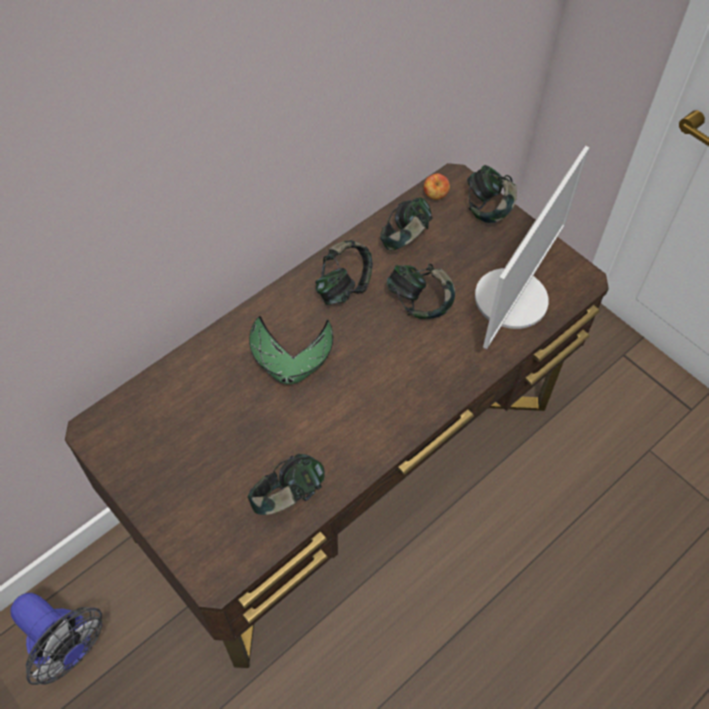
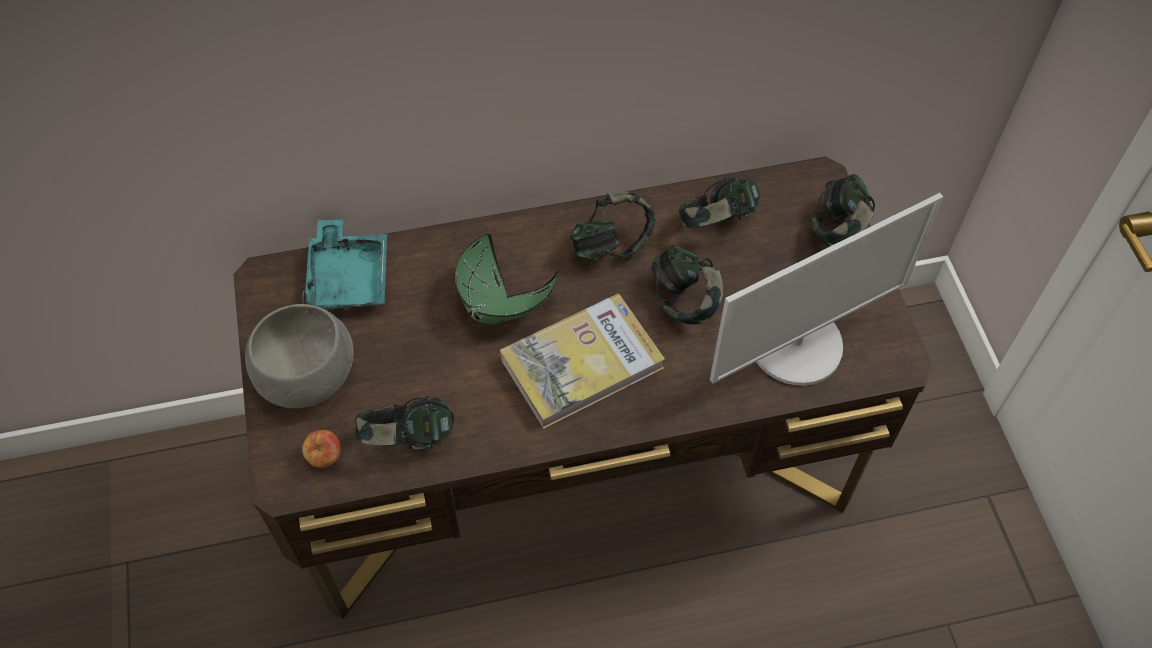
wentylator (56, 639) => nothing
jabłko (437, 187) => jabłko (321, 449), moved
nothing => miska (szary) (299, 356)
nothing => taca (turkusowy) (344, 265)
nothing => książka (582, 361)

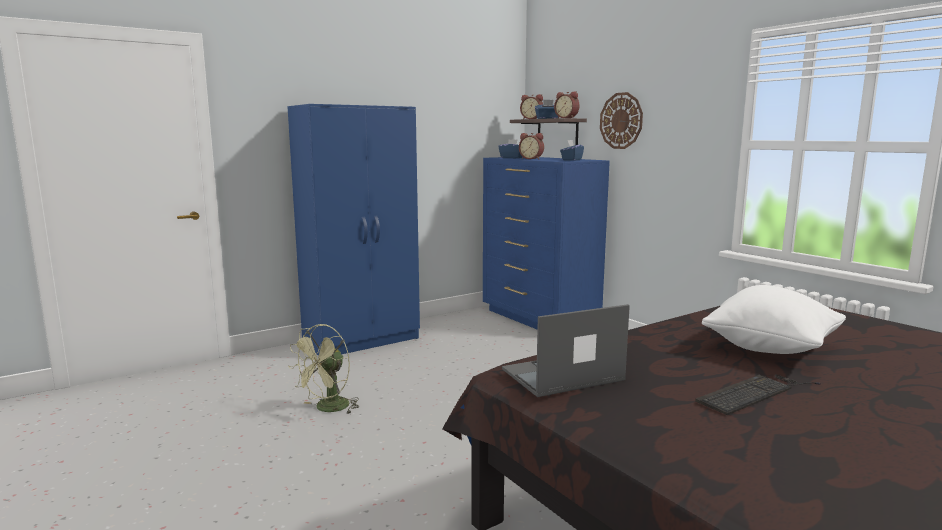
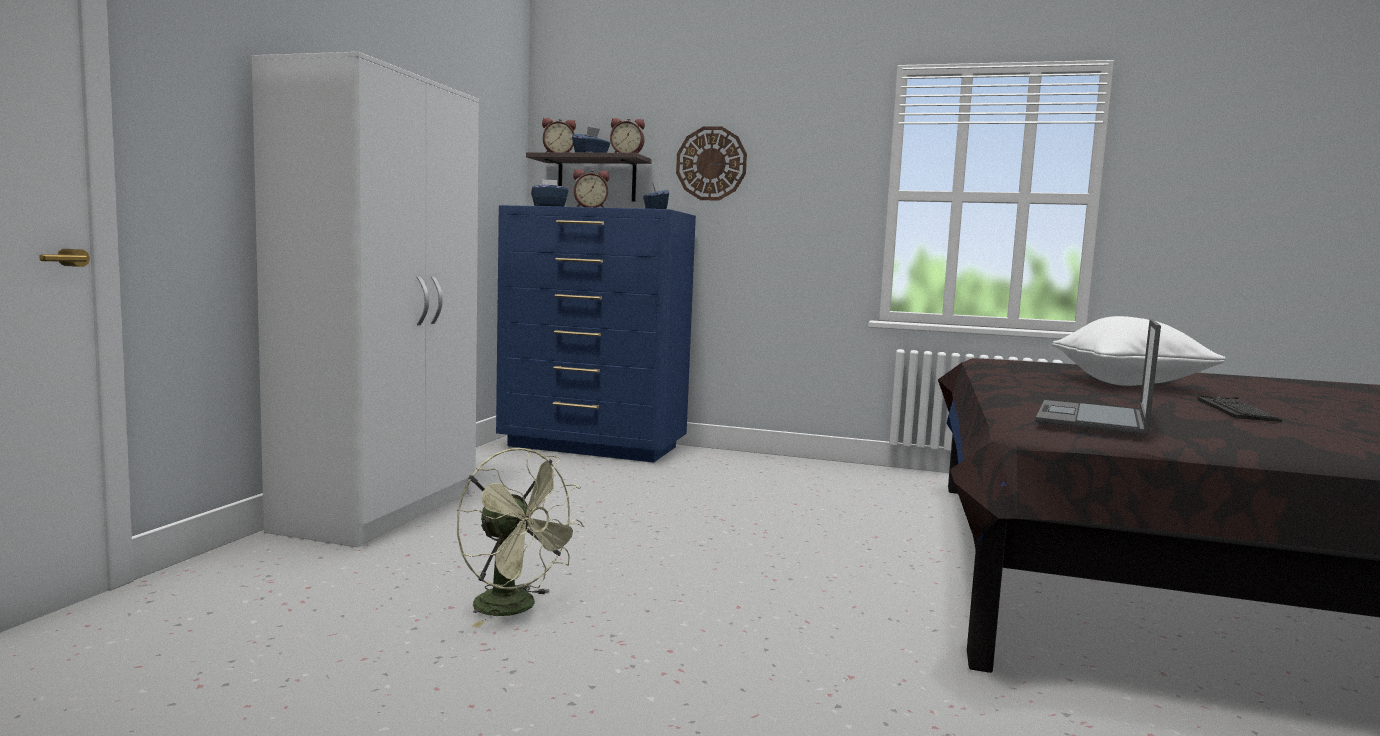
szafa (niebieski) (353, 230) => szafa (biały) (365, 299)
wentylator (zielony) (323, 369) => wentylator (zielony) (520, 538), 45 degrees counterclockwise

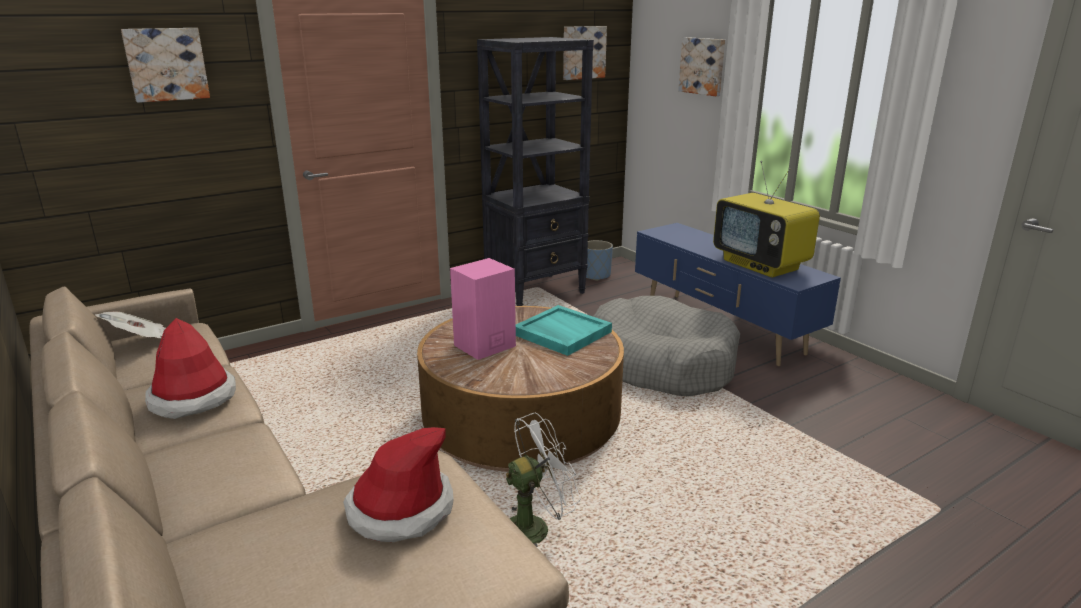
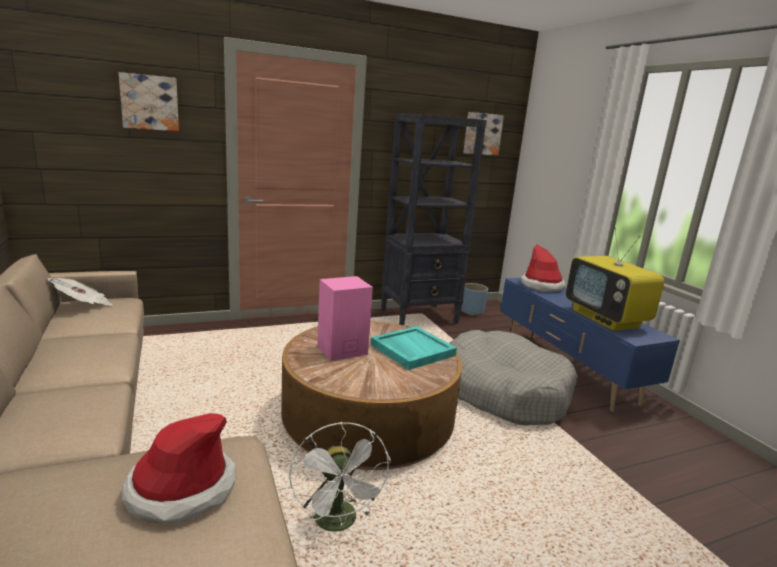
kapelusz (190, 368) => kapelusz (543, 268), moved
wentylator (biały) (543, 480) => wentylator (biały) (340, 477), 90 degrees clockwise
obraz (701, 66) => nothing

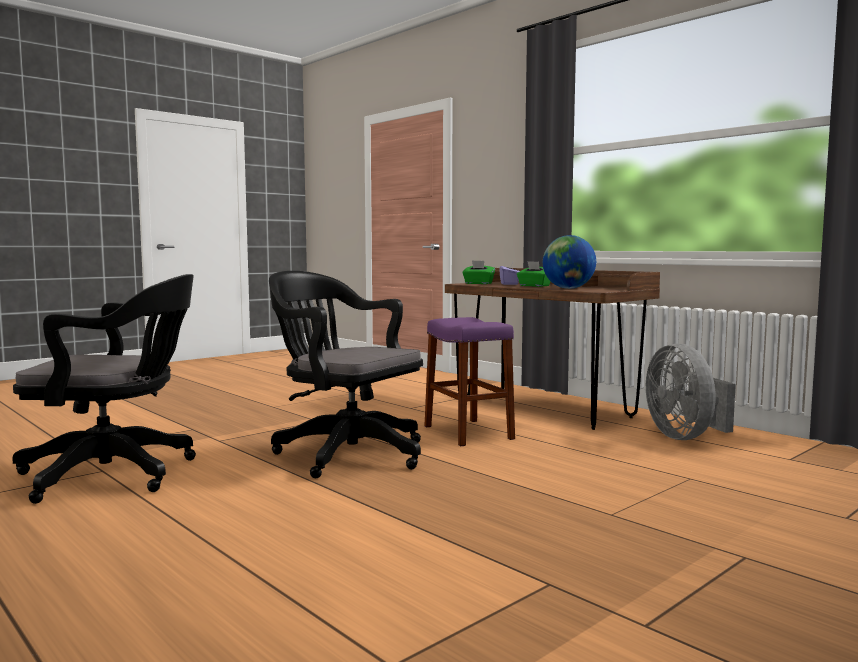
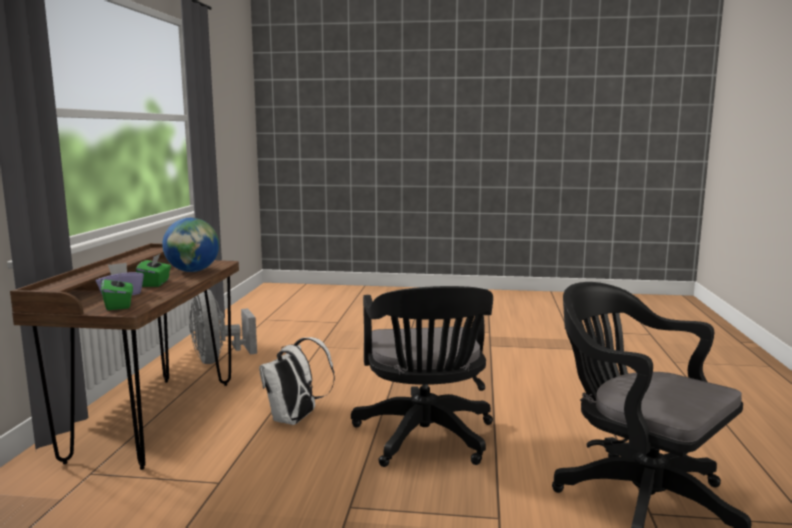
stołek (fioletowy) (469, 381) => plecak (biały) (297, 381)
wentylator (szary) (691, 392) => wentylator (szary) (223, 326), 120 degrees clockwise

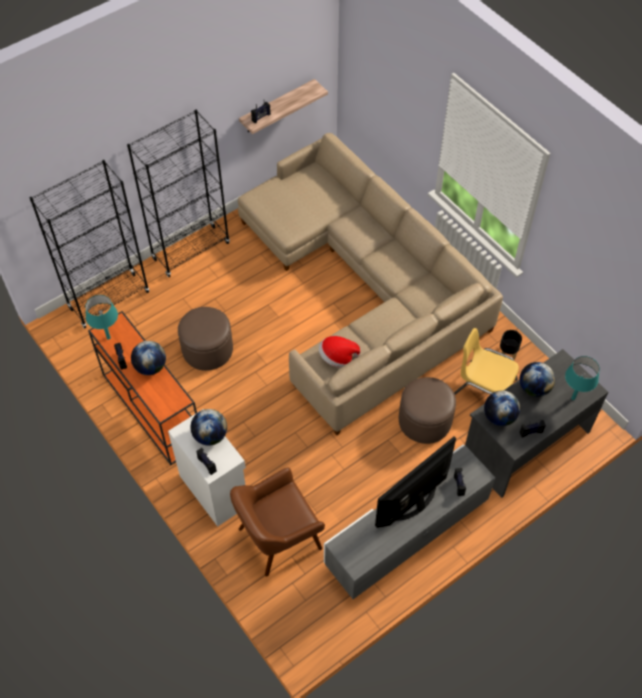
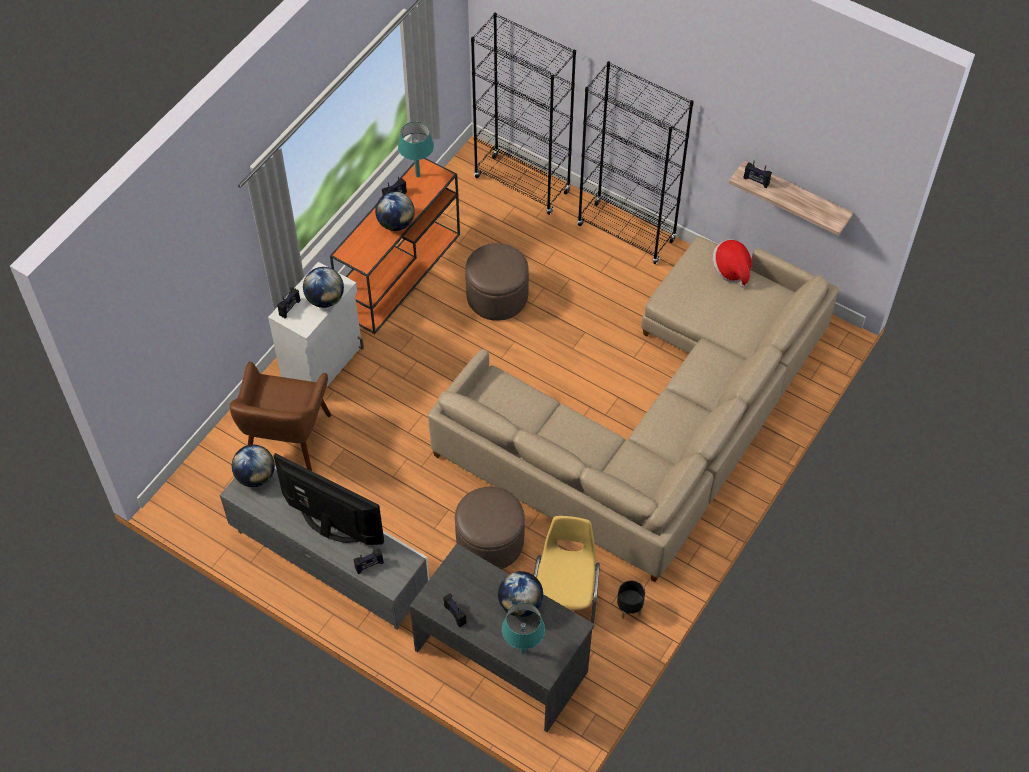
fotel (brązowy) (277, 522) => fotel (brązowy) (280, 416), 120 degrees counterclockwise
kapelusz (339, 351) => kapelusz (732, 263), moved
globus (502, 408) => globus (253, 466), moved

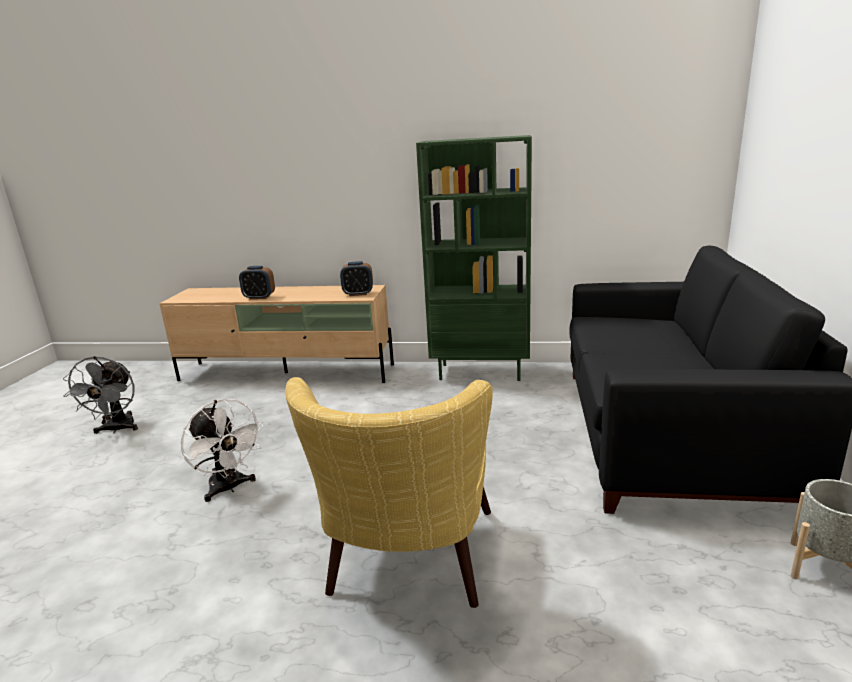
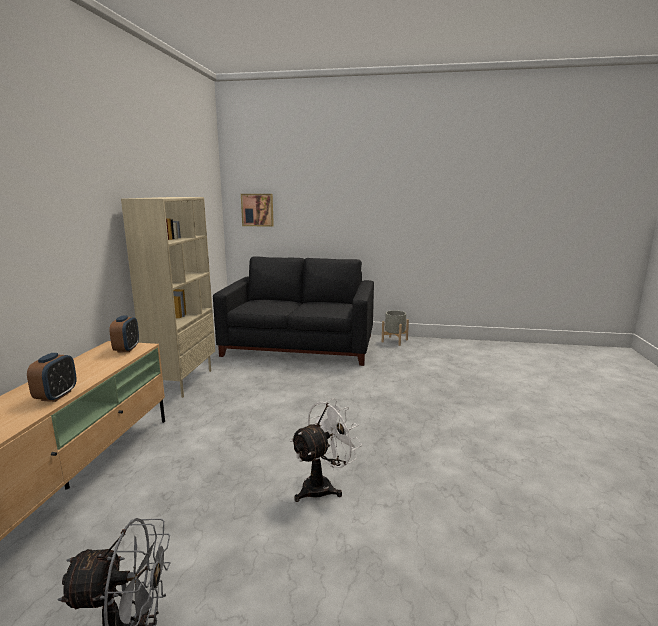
fotel (żółty) (389, 492) => nothing
regał (zielony) (474, 258) => regał (beżowy) (168, 297)
nothing => obraz (257, 210)

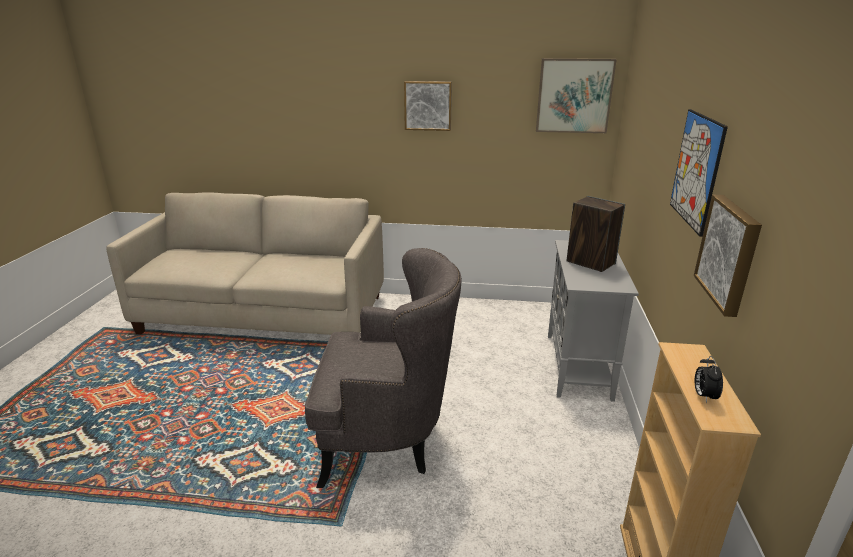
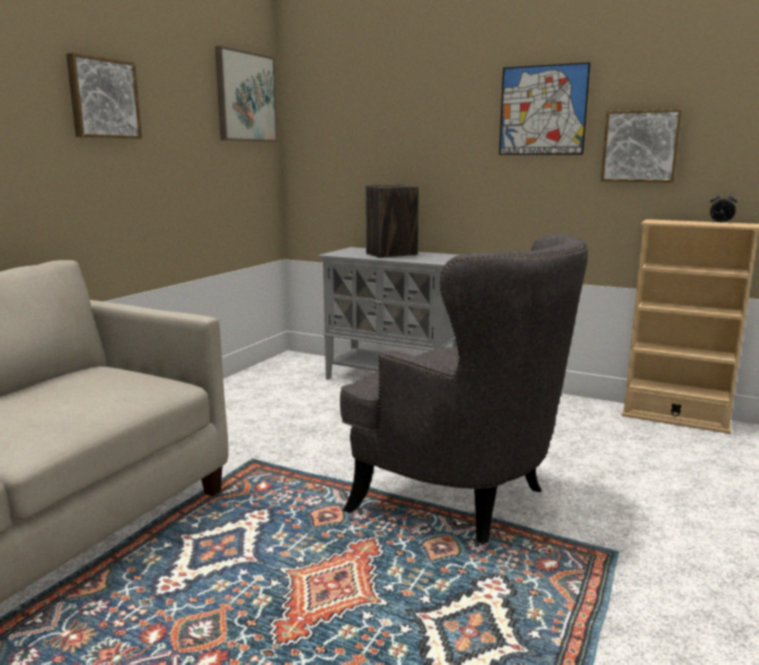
fotel (szary) (383, 368) => fotel (szary) (464, 389), 105 degrees clockwise

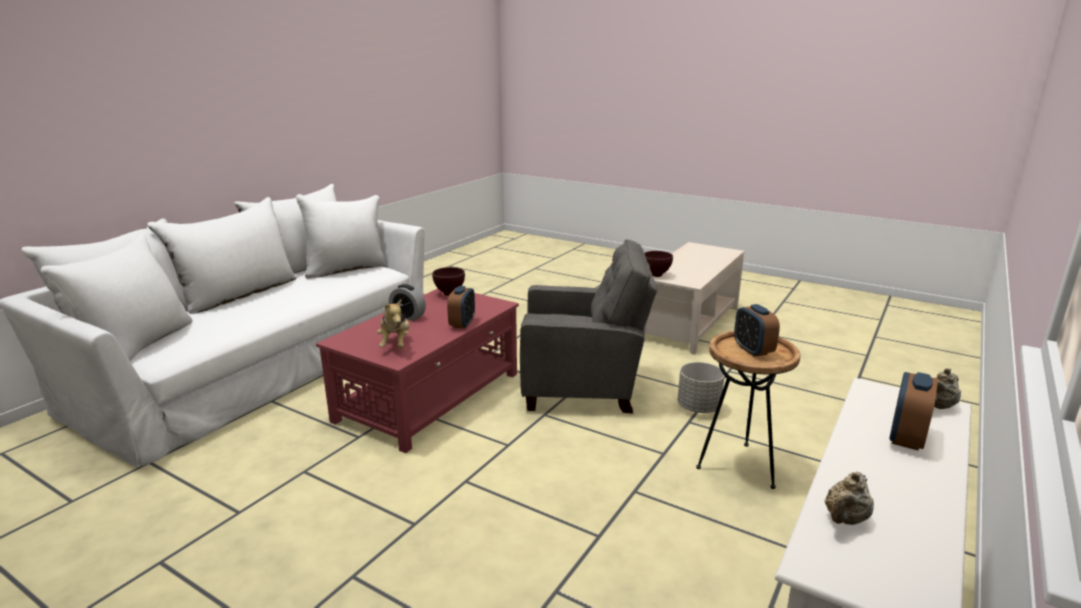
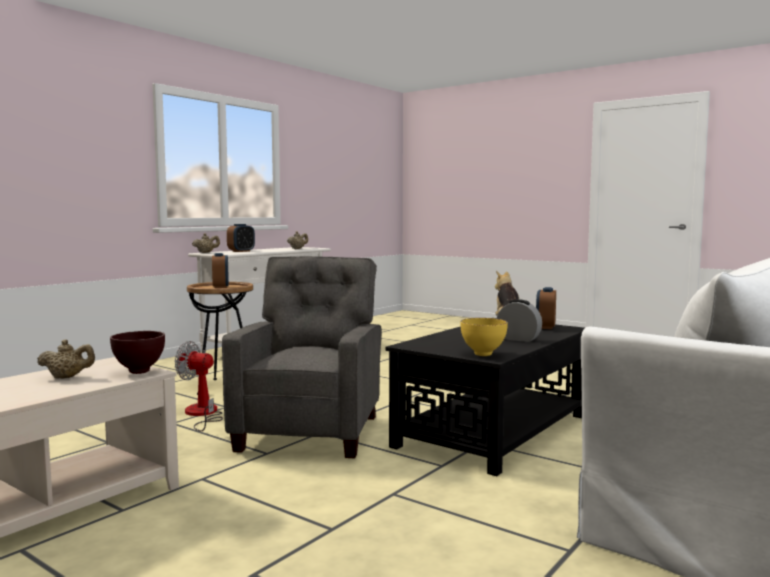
ława (czerwony) (417, 371) => ława (czarny) (485, 397)
miska (brązowy) (448, 281) => miska (żółty) (484, 337)
budzik (461, 307) => budzik (546, 308), moved
fotel (szary) (588, 326) => fotel (szary) (301, 357), 90 degrees clockwise
donica (szary) (701, 387) => wentylator (199, 386)
nothing => imbryk (beżowy) (66, 359)

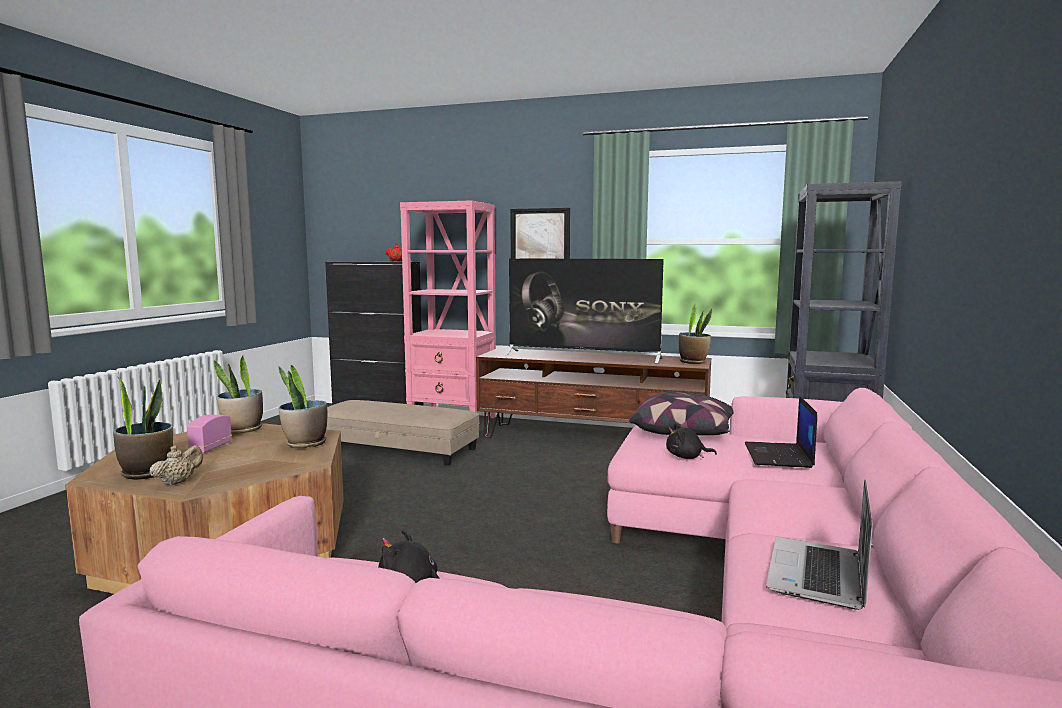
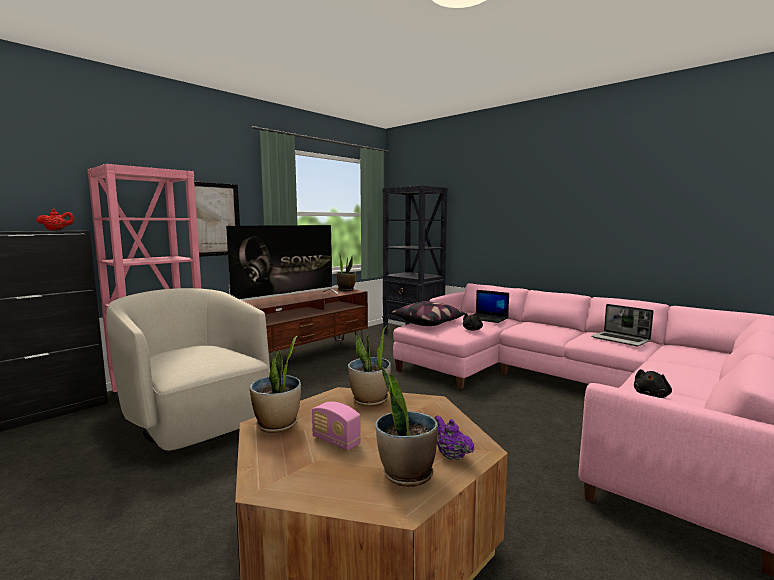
imbryk (beżowy) (176, 465) => imbryk (fioletowy) (454, 438)
pufa (beżowy) (403, 433) => fotel (beżowy) (188, 369)

